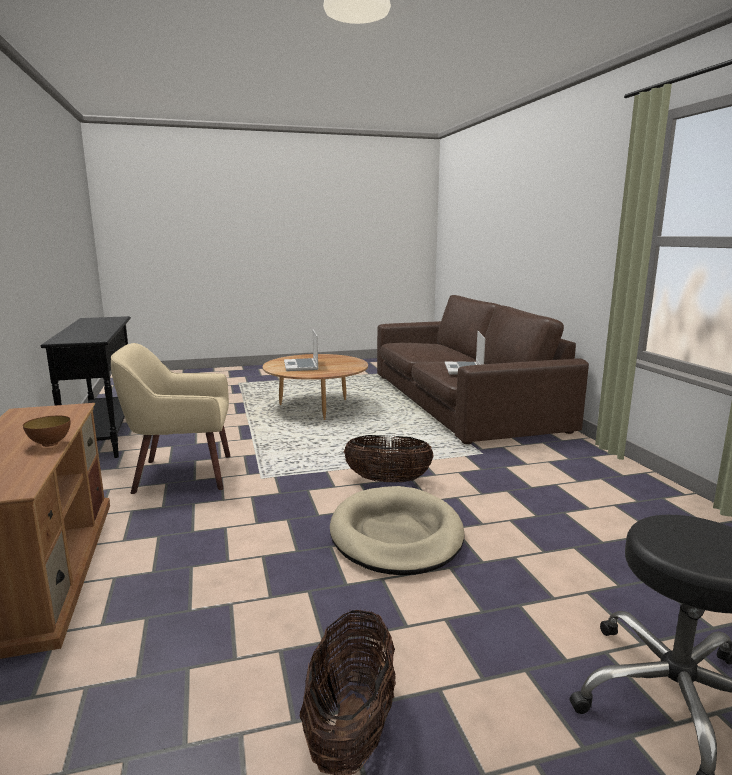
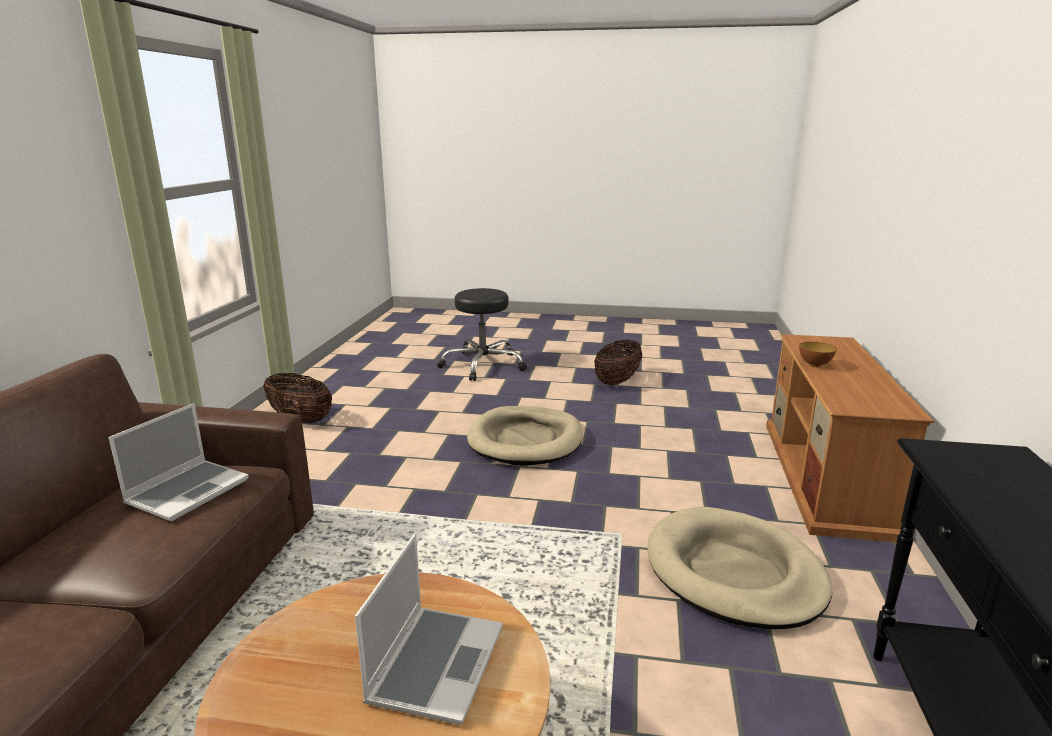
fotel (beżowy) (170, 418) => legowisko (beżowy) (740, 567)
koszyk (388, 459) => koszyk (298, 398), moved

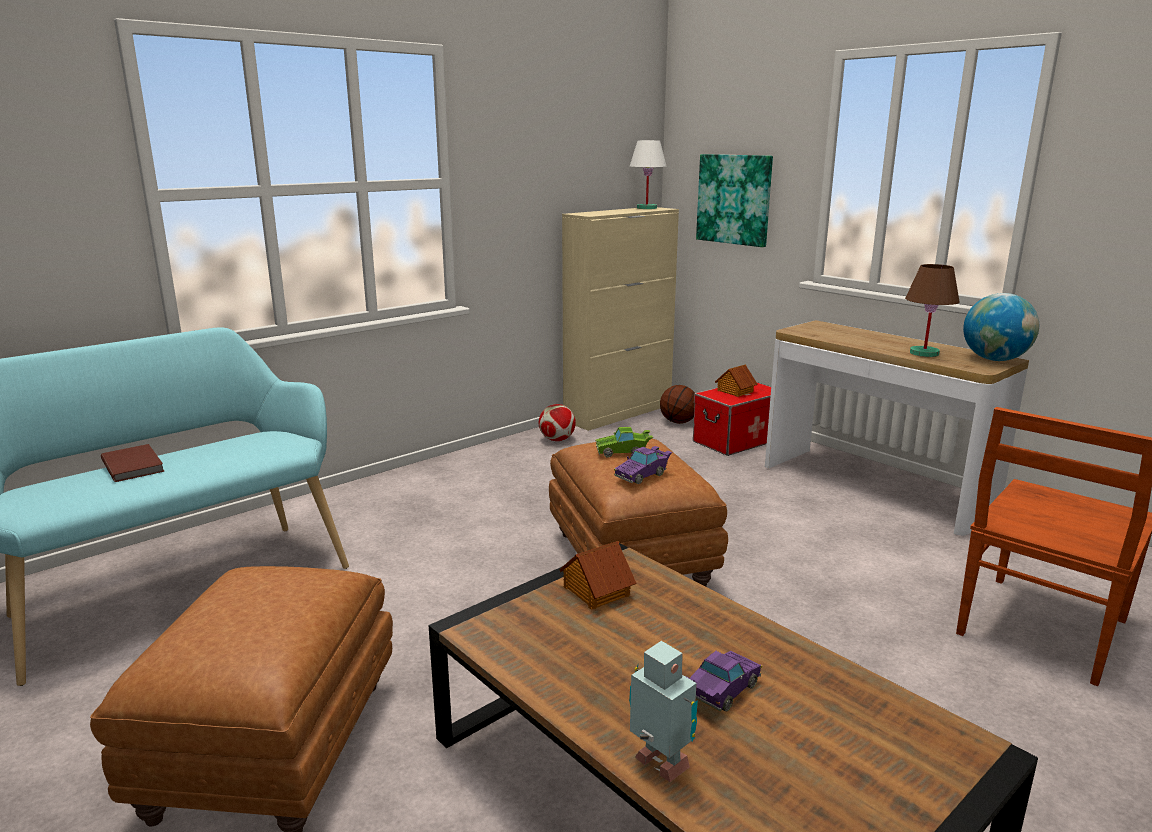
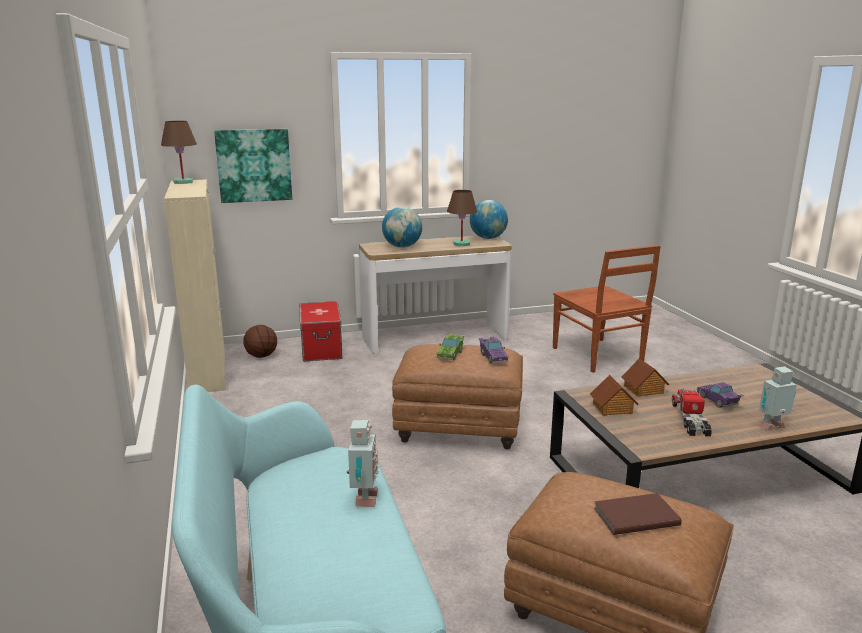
książka (brązowy) (133, 463) => książka (brązowy) (638, 514), moved
piłka futbolowa (557, 422) => nothing
lampa stołowa (biały) (648, 174) => lampa stołowa (brązowy) (179, 152)
domek (736, 380) => domek (645, 377), moved
nothing => robot zabawkowy (363, 463)
nothing => globus (402, 227)
nothing => ciężarówka zabawkowa (692, 412)

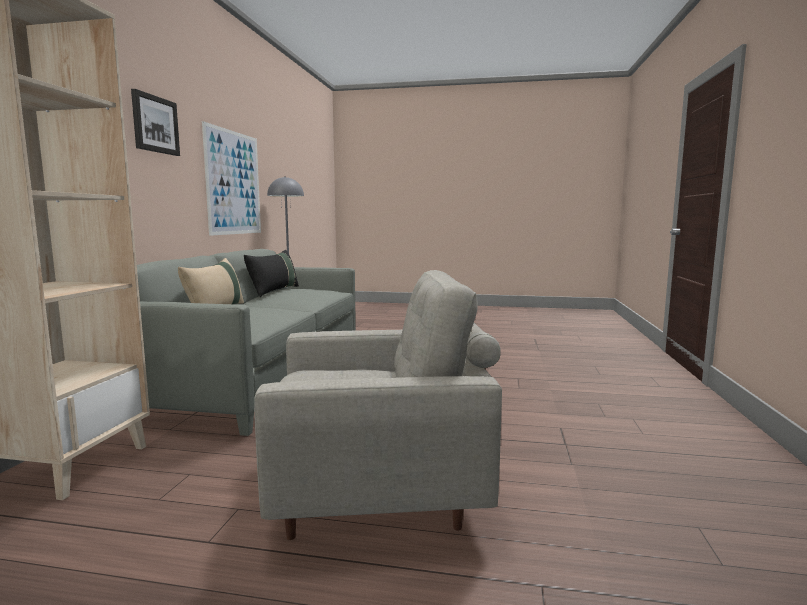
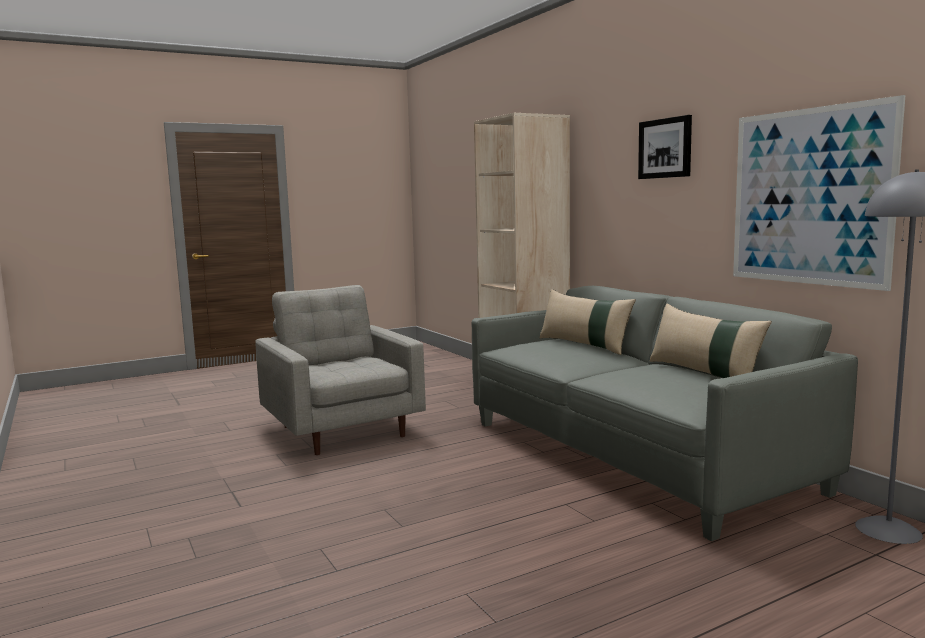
poduszka (czarny) (271, 273) => poduszka (beżowy) (711, 341)
fotel (szary) (378, 405) => fotel (szary) (340, 370), 105 degrees clockwise

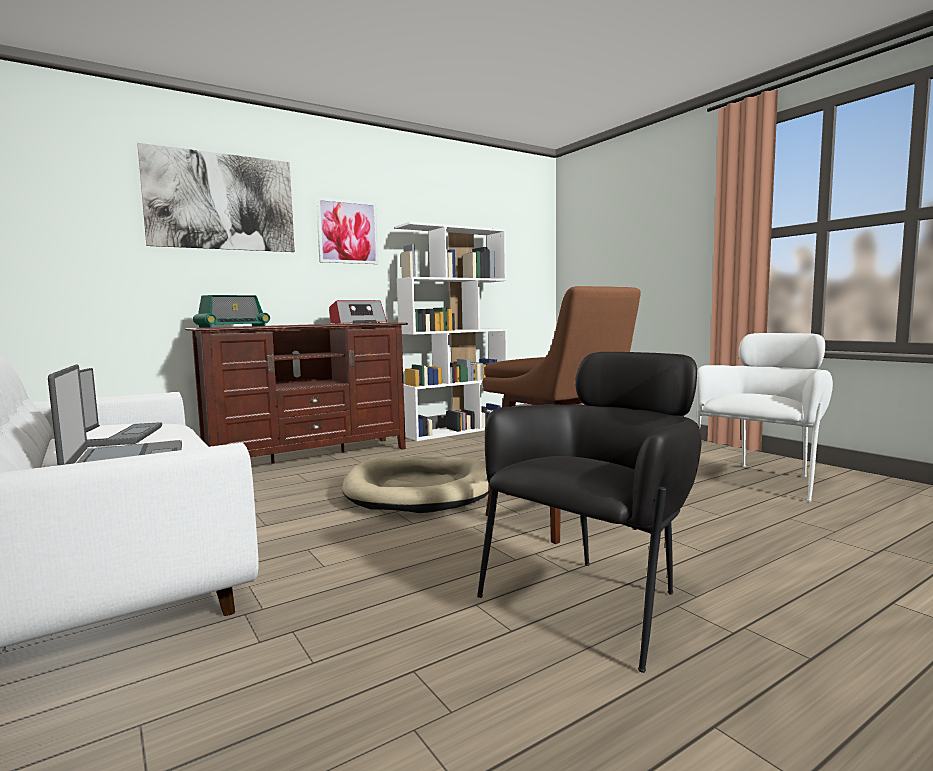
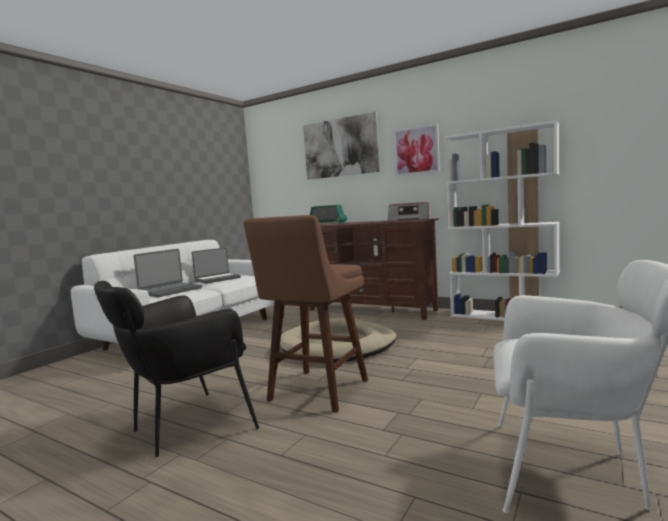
fotel (czarny) (589, 512) => fotel (czarny) (176, 369), 120 degrees clockwise

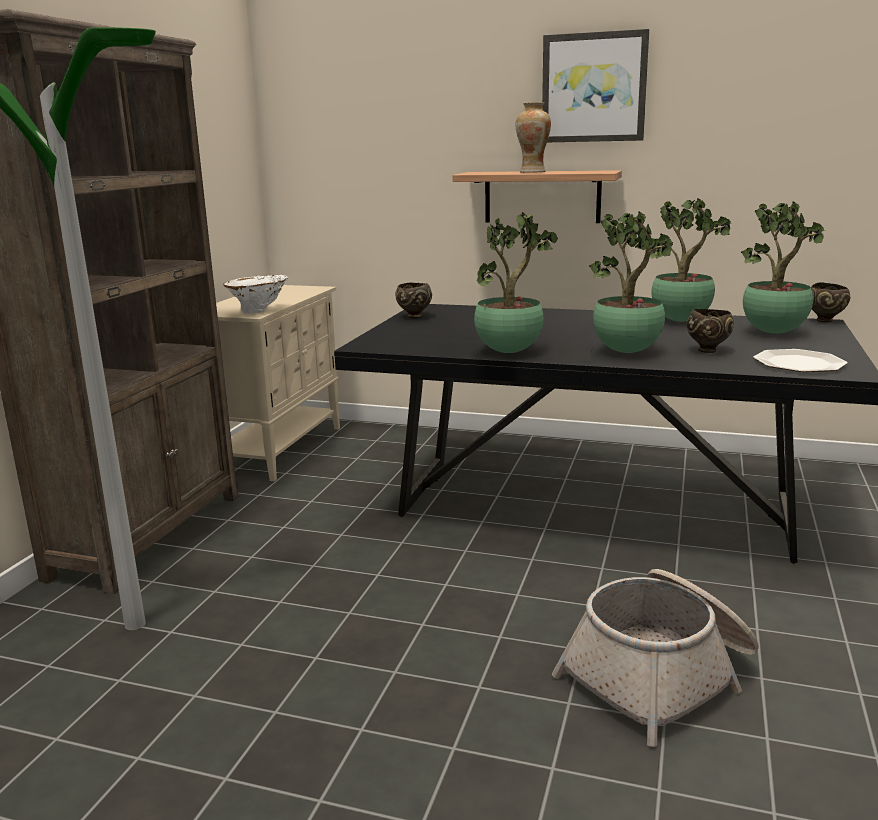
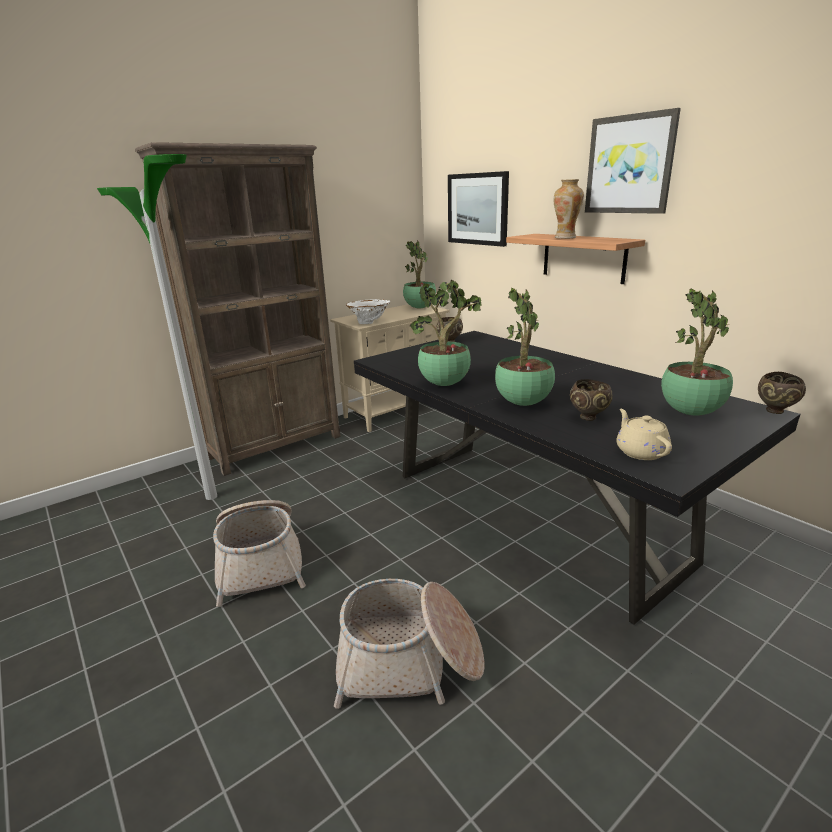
roślina doniczkowa (691, 260) => roślina doniczkowa (419, 275), moved
talerz (800, 360) => imbryk (beżowy) (644, 434)
nothing => koszyk (259, 553)
nothing => obraz (478, 209)

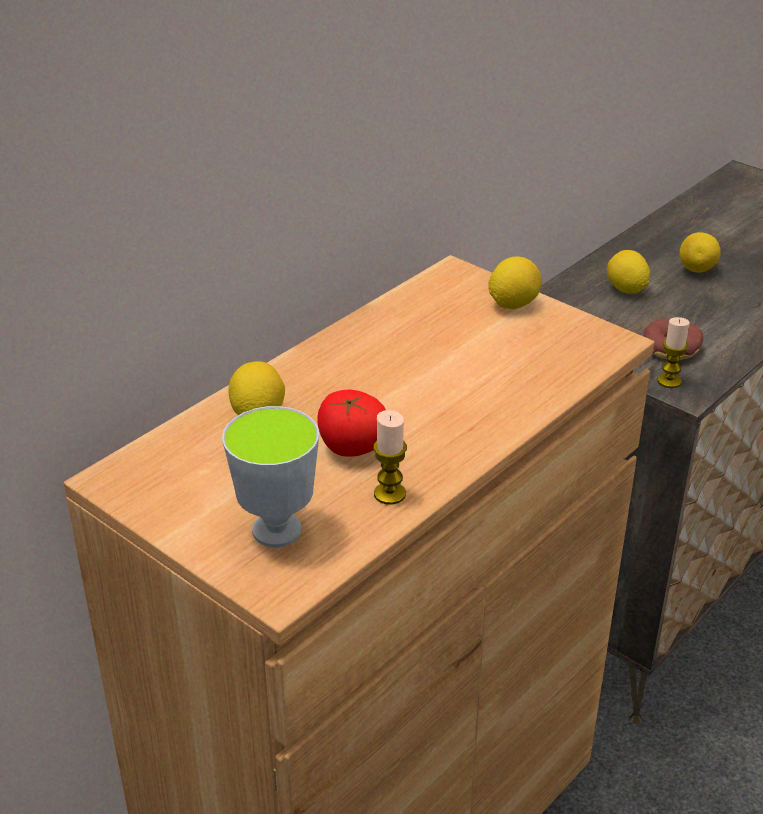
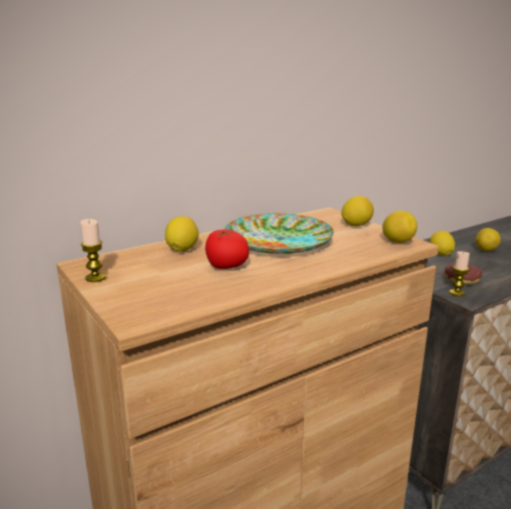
filiżanka (270, 476) => nothing
świeca (390, 457) => świeca (93, 250), moved
nothing => talerz (279, 234)
nothing => cytryna (399, 227)

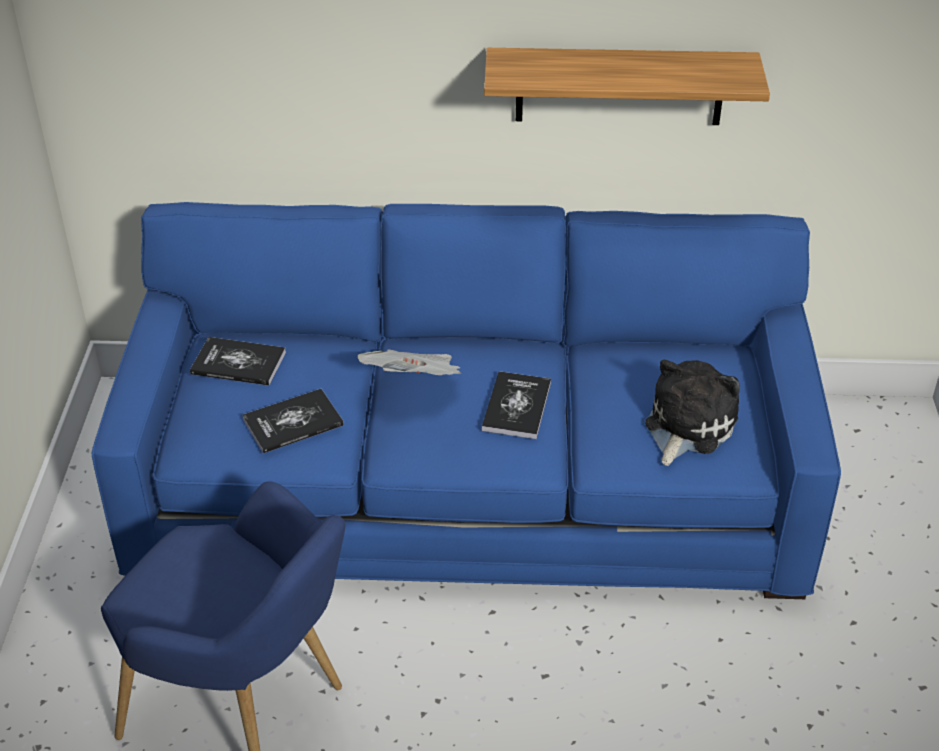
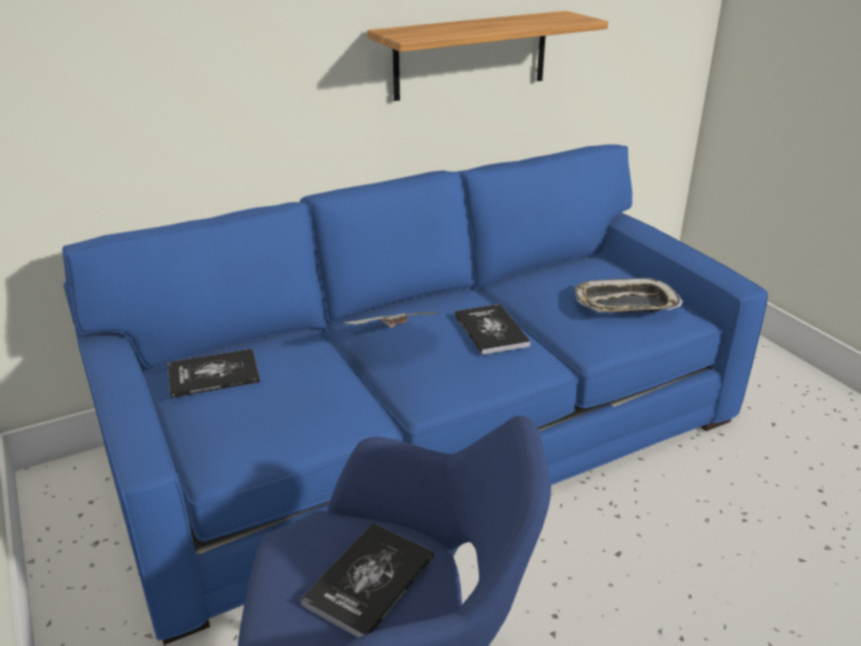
książka (293, 421) => książka (367, 580), moved
pluszak (692, 413) => taca (629, 295)

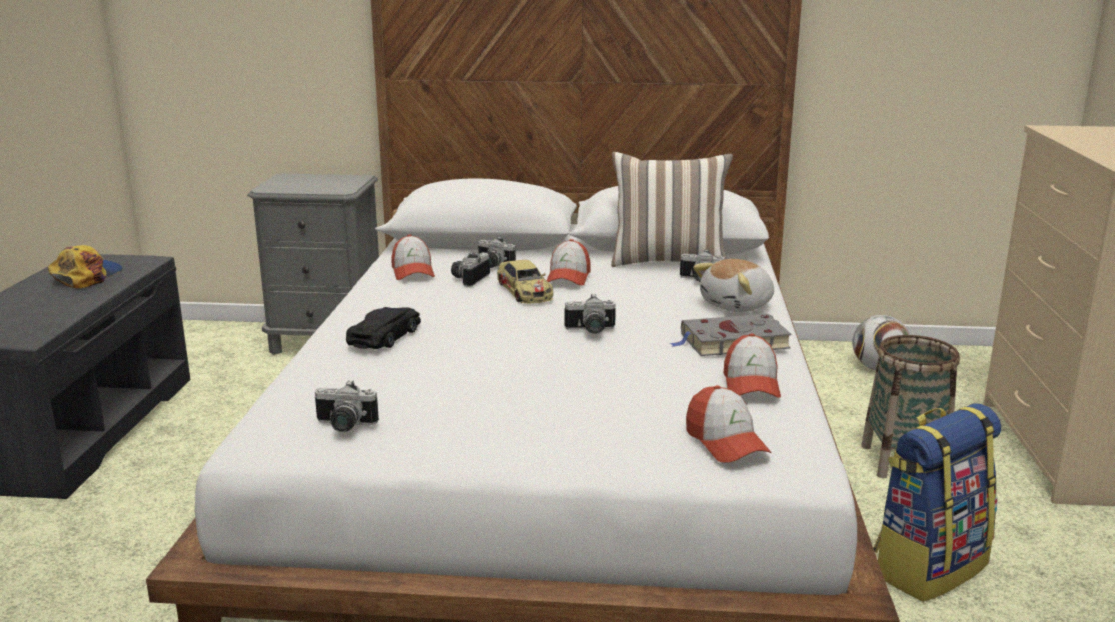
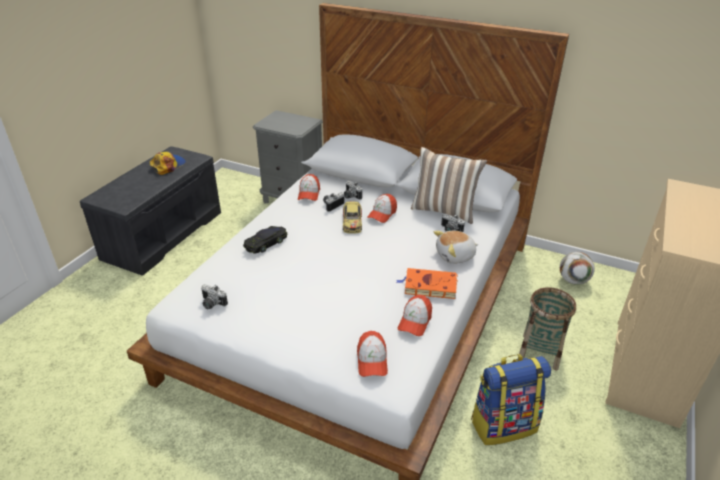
aparat fotograficzny (590, 314) => nothing
książka (szary) (730, 335) => książka (pomarańczowy) (426, 283)

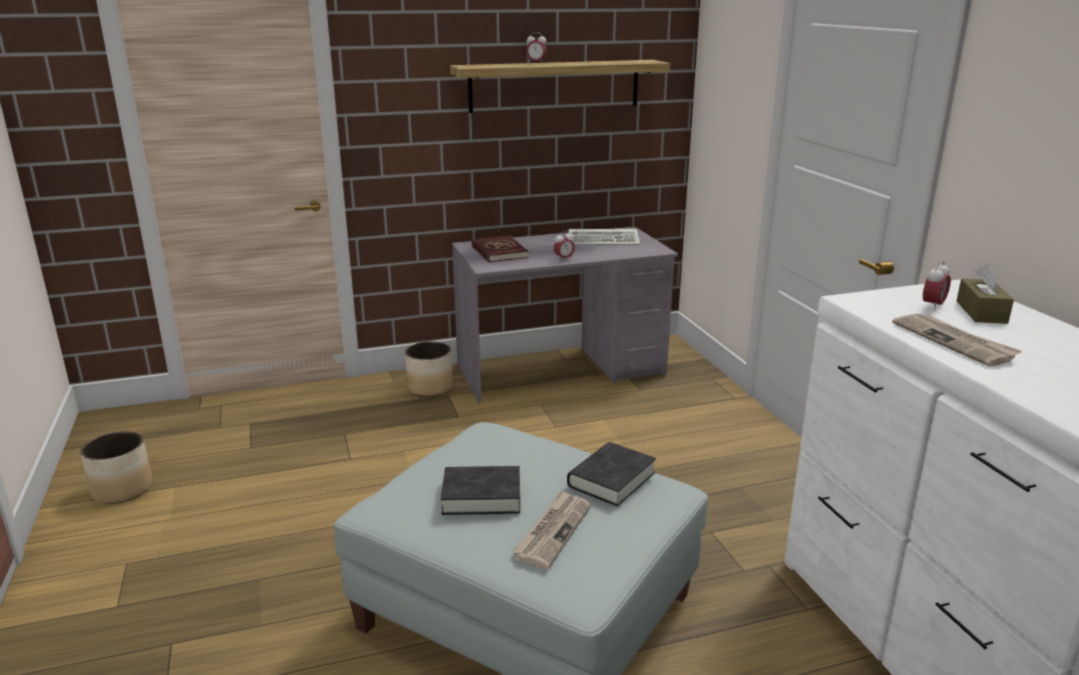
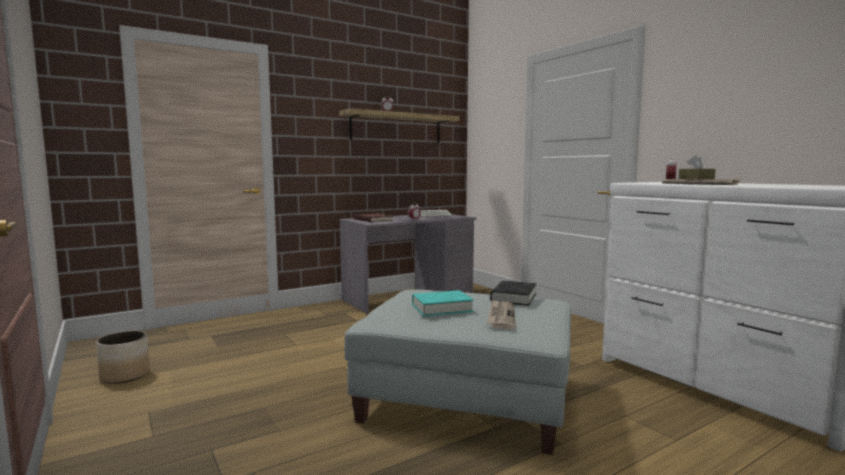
donica (429, 369) => nothing
książka (czarny) (480, 490) => książka (turkusowy) (443, 303)

